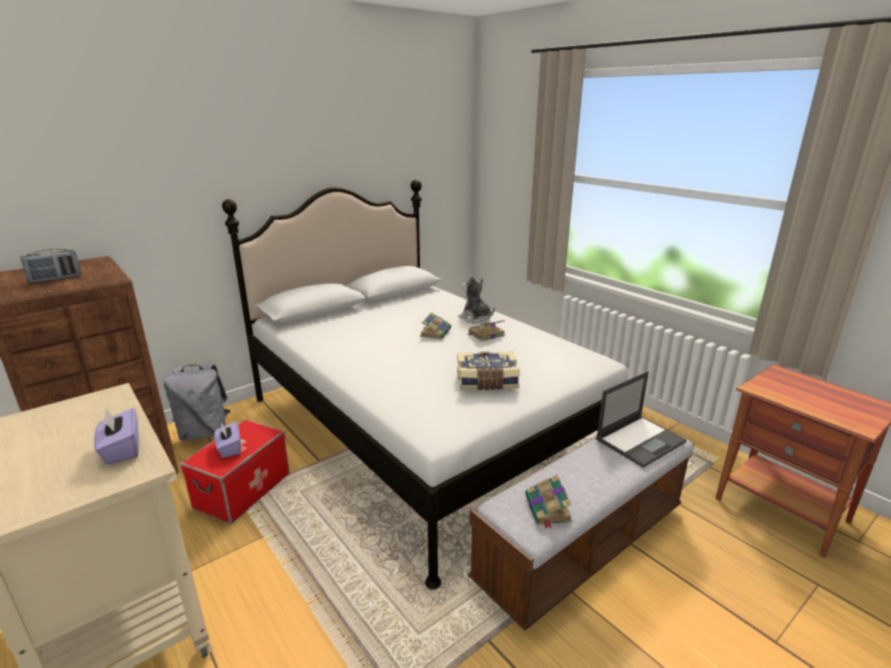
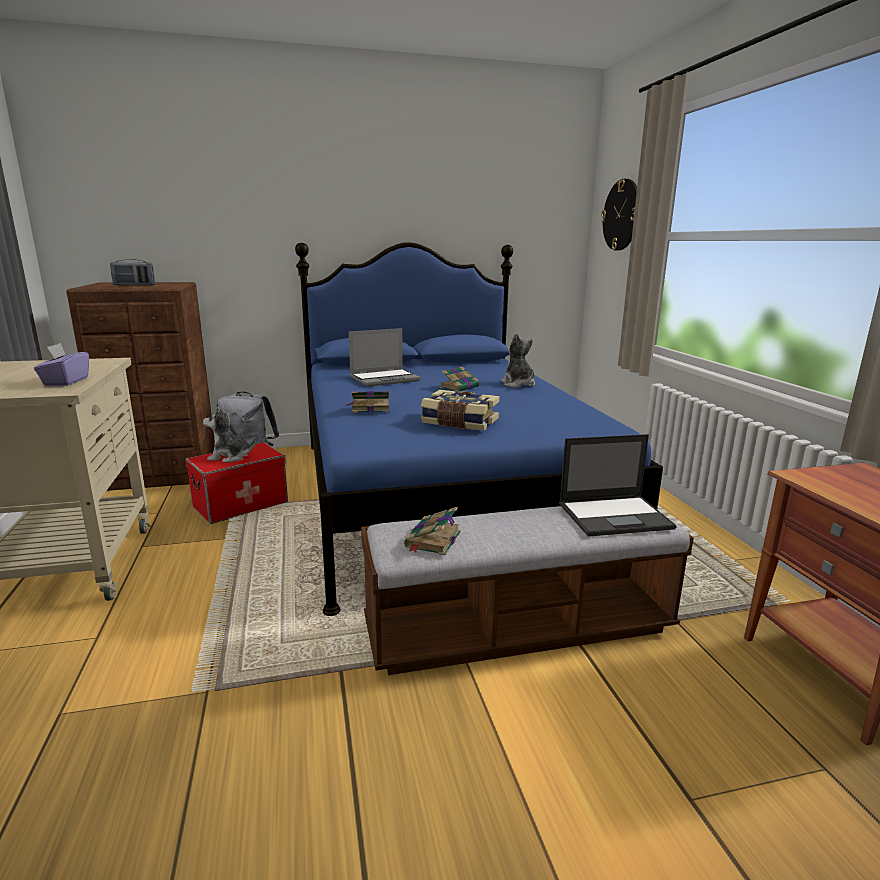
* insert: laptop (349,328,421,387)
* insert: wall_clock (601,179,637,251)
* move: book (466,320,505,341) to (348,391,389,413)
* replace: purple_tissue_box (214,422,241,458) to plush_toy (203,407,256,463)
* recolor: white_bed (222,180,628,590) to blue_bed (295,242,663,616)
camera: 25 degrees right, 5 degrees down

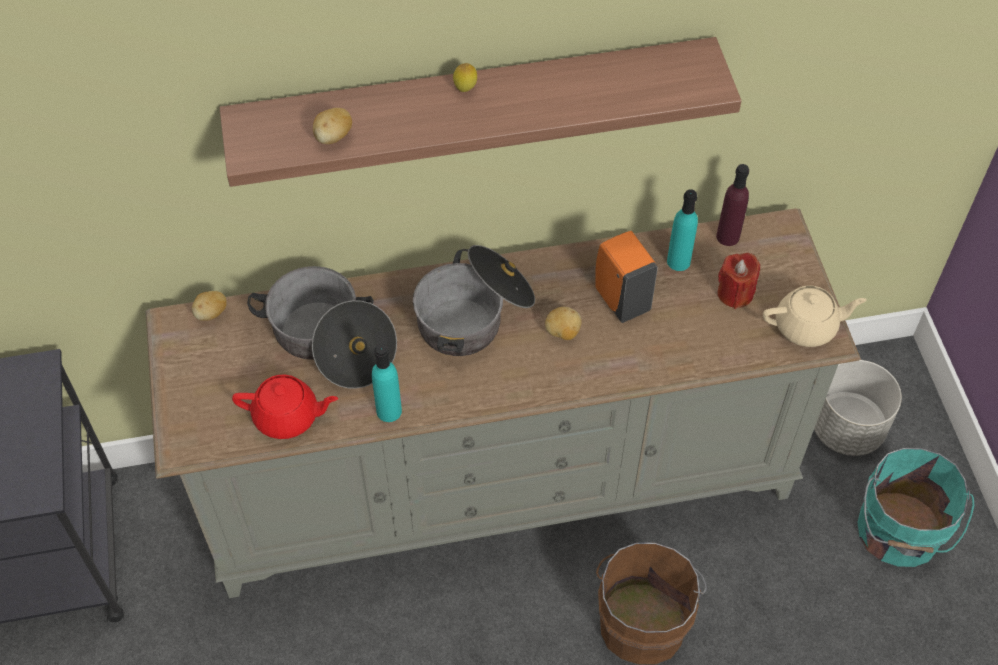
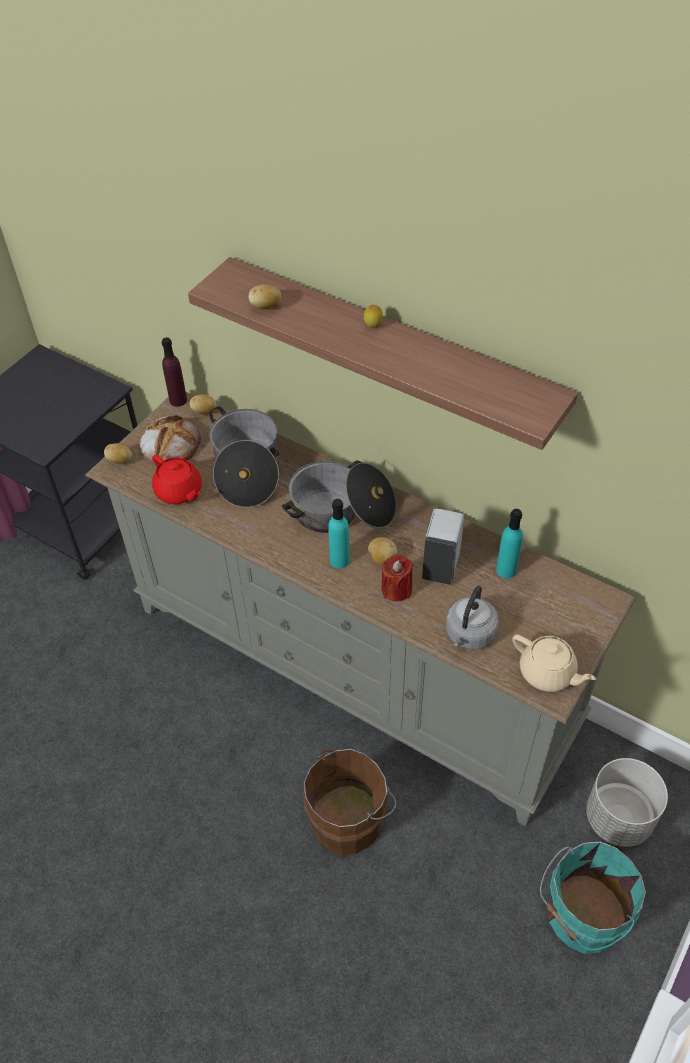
* insert: potato (104,443,132,464)
* insert: bread (140,415,201,462)
* insert: grey_kettle (446,586,499,649)
* move: turquoise_bottle (372,344,402,422) to (328,499,350,569)
* move: purple_bottle (716,164,749,246) to (162,337,187,407)
* move: red_candle (717,253,760,309) to (381,554,413,602)
* recolor: orange_soap_dispenser (595,231,658,323) to white_soap_dispenser (422,509,464,585)
camera: 45 degrees right, 5 degrees down

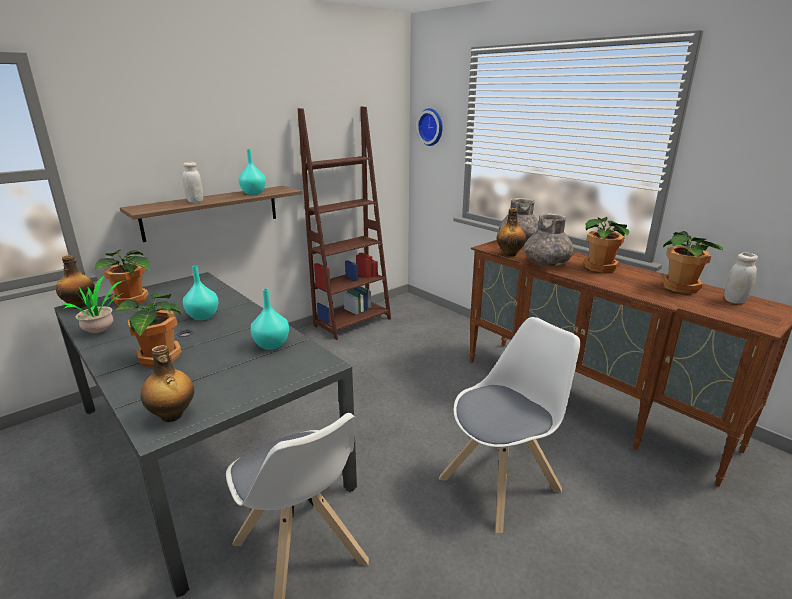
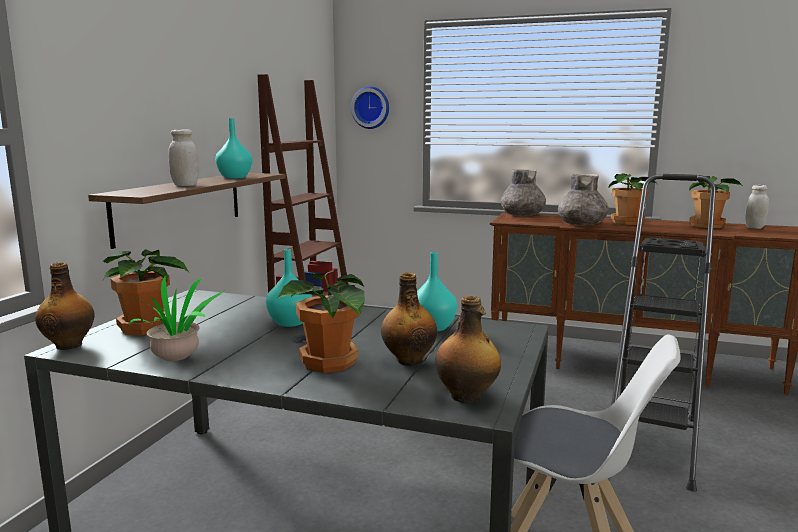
* move: bottle (497,208,526,256) to (381,273,437,366)
* replace: chair (439,317,581,533) to step_ladder (611,174,716,492)
camera: 30 degrees left, 10 degrees down

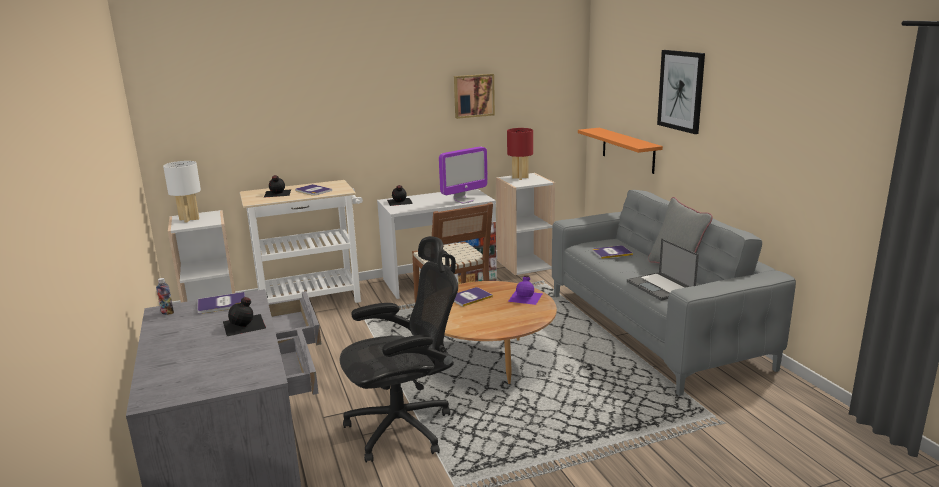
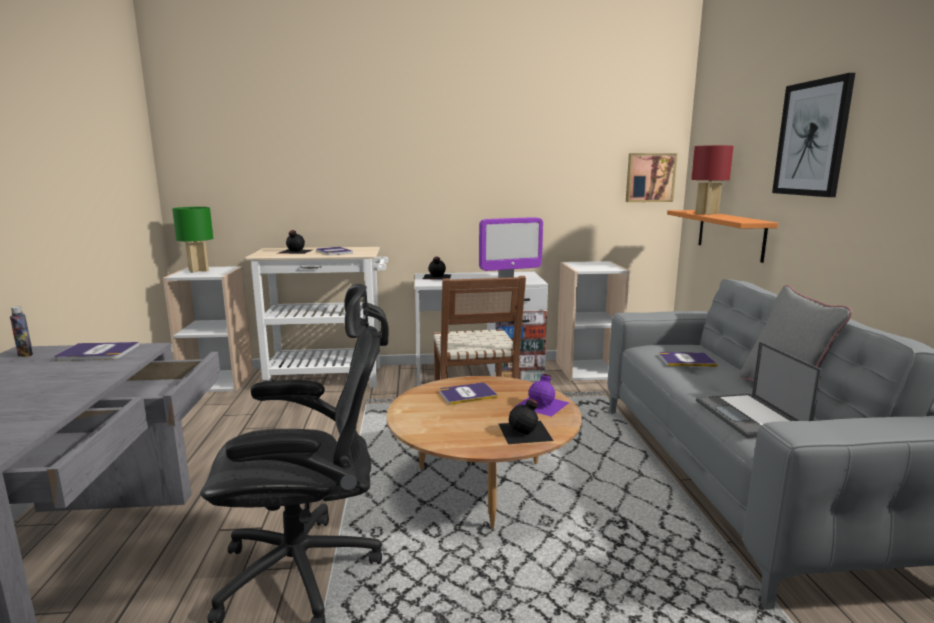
* move: black_bottle (223,297,266,336) to (499,398,554,444)
* move: picture (454,74,495,119) to (626,153,677,202)
* move: red_table_lamp (507,128,533,180) to (691,145,733,215)
* recolor: white_table_lamp (163,161,201,223) to green_table_lamp (172,207,213,273)
camera: 15 degrees right, 5 degrees down

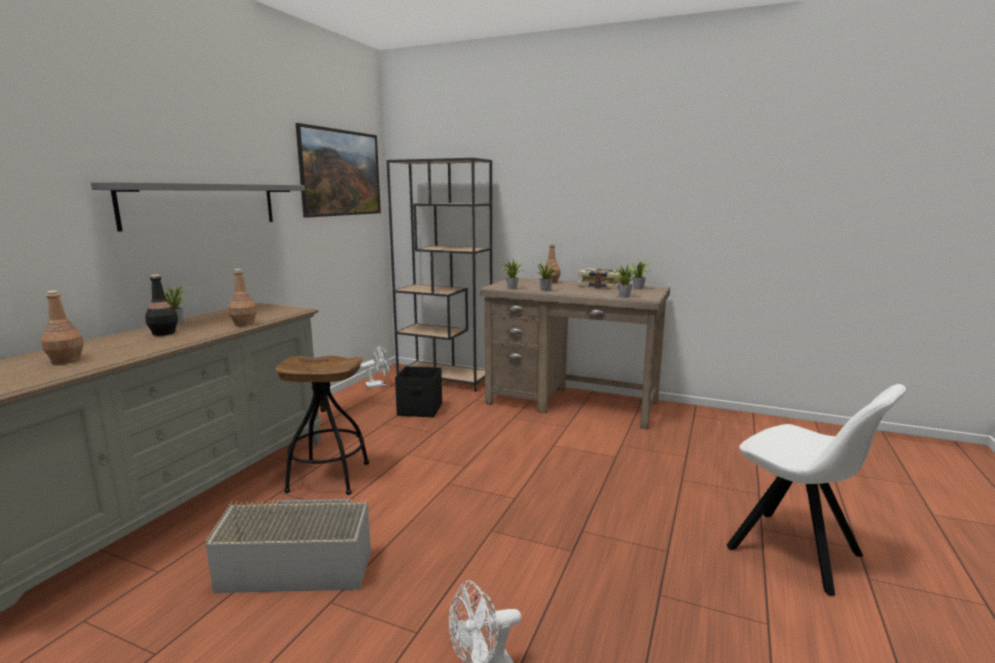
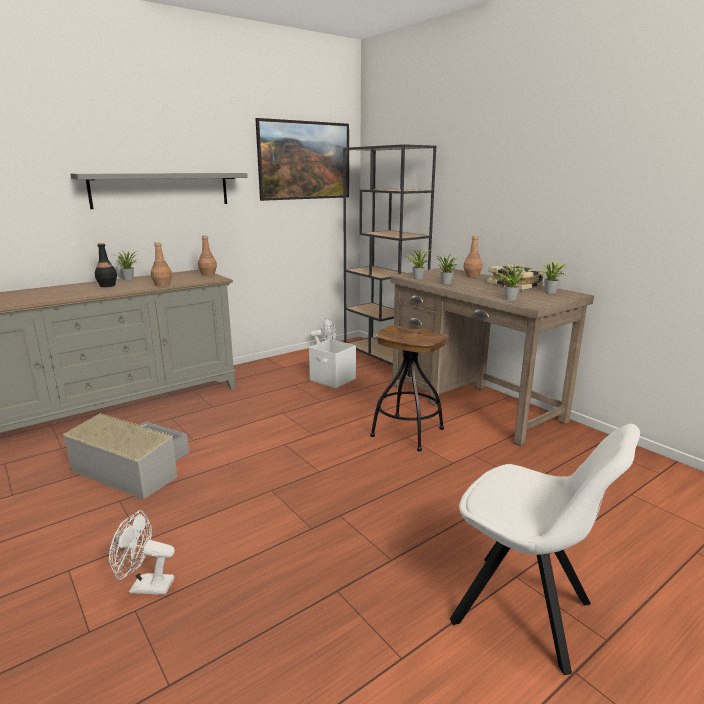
* move: brown_bottle (41,290,84,364) to (198,235,217,276)
* move: brown_stool (275,356,369,495) to (370,325,449,452)
* recolor: black_storage_box (395,366,442,417) to white_storage_box (309,339,356,388)
* rotate: white_chair (726,384,906,596) = (450,424,640,675) 45 degrees counterclockwise
camera: 30 degrees right, 5 degrees up

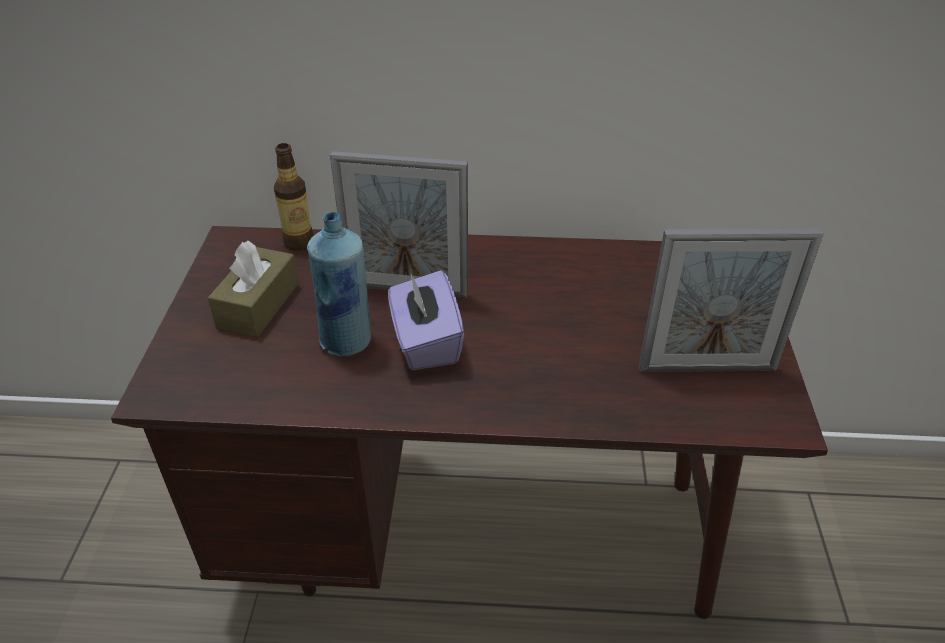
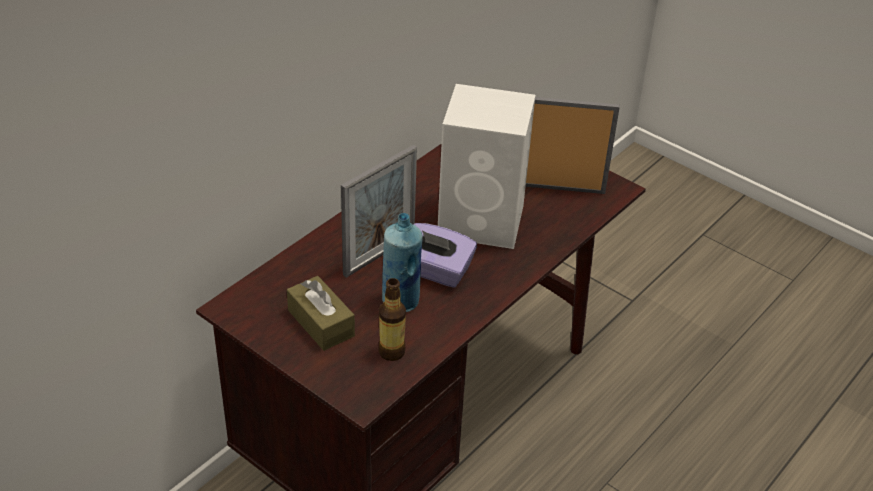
* insert: white_speaker (438,84,536,249)
* move: bottle (274,143,314,251) to (378,278,406,361)
* rotate: picture_frame (638,229,824,372) = (526,97,620,194) 120 degrees counterclockwise
camera: 55 degrees left, 0 degrees up

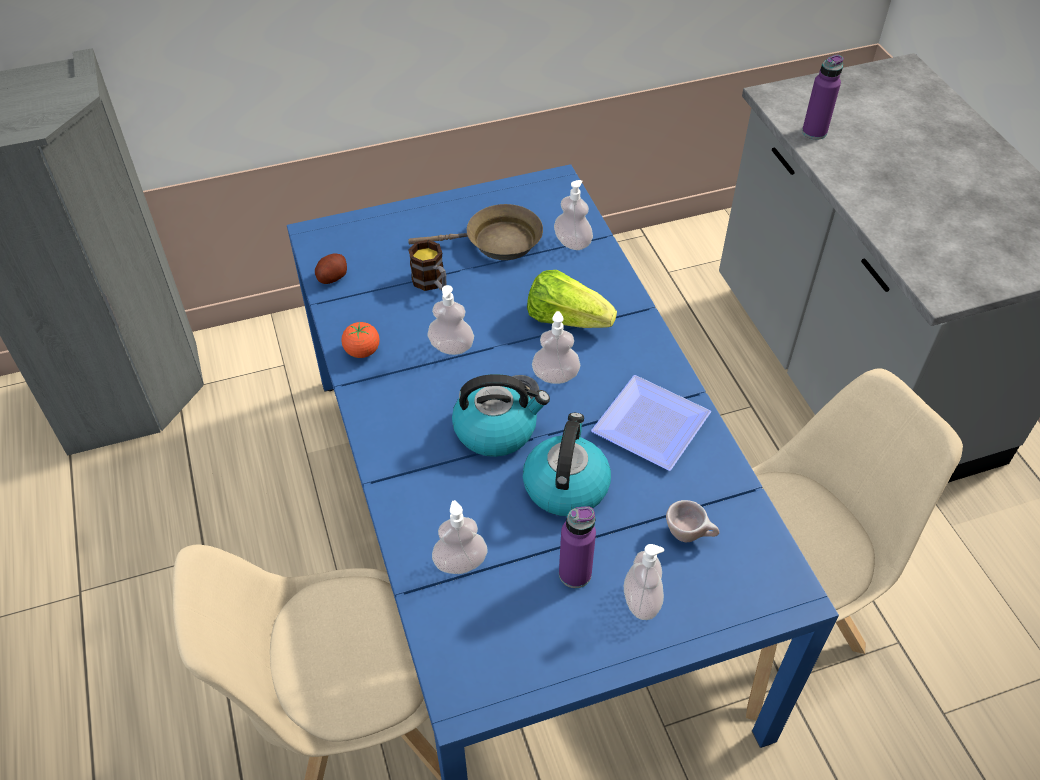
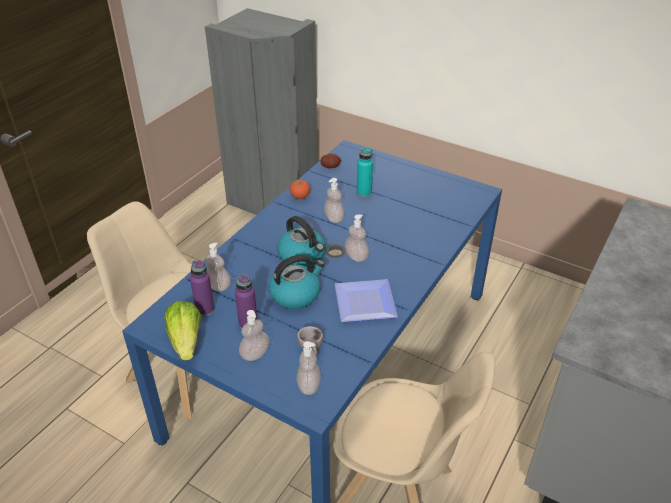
* delete: brown_frying_pan (408,204,543,260)
* move: lettuce (527,270,617,328) to (164,301,201,360)
* move: soap_dispenser (554,180,593,250) to (296,341,321,395)
* move: purple_bottle (802,55,844,140) to (190,260,215,316)
* replace: mug (409,240,447,291) to turquoise_bottle (357,148,373,197)
camera: 50 degrees right, 10 degrees down

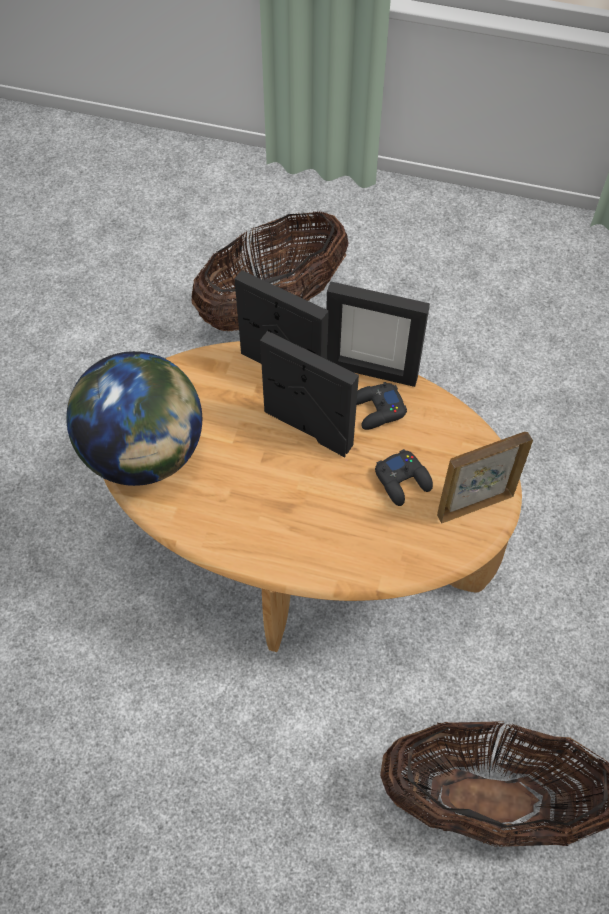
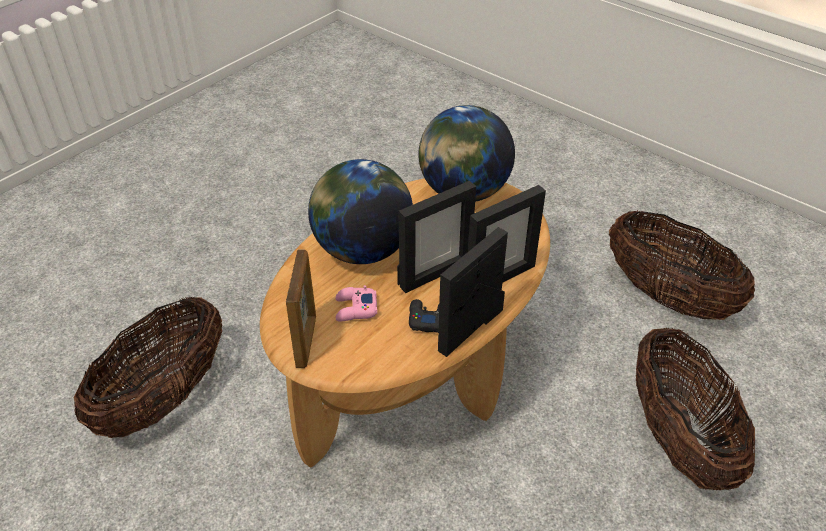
* insert: globe (308,159,413,264)
* insert: basket (609,210,755,320)
* recolor: black_game_controller (375,449,433,506) to pink_game_controller (336,285,377,322)
camera: 115 degrees right, 15 degrees down

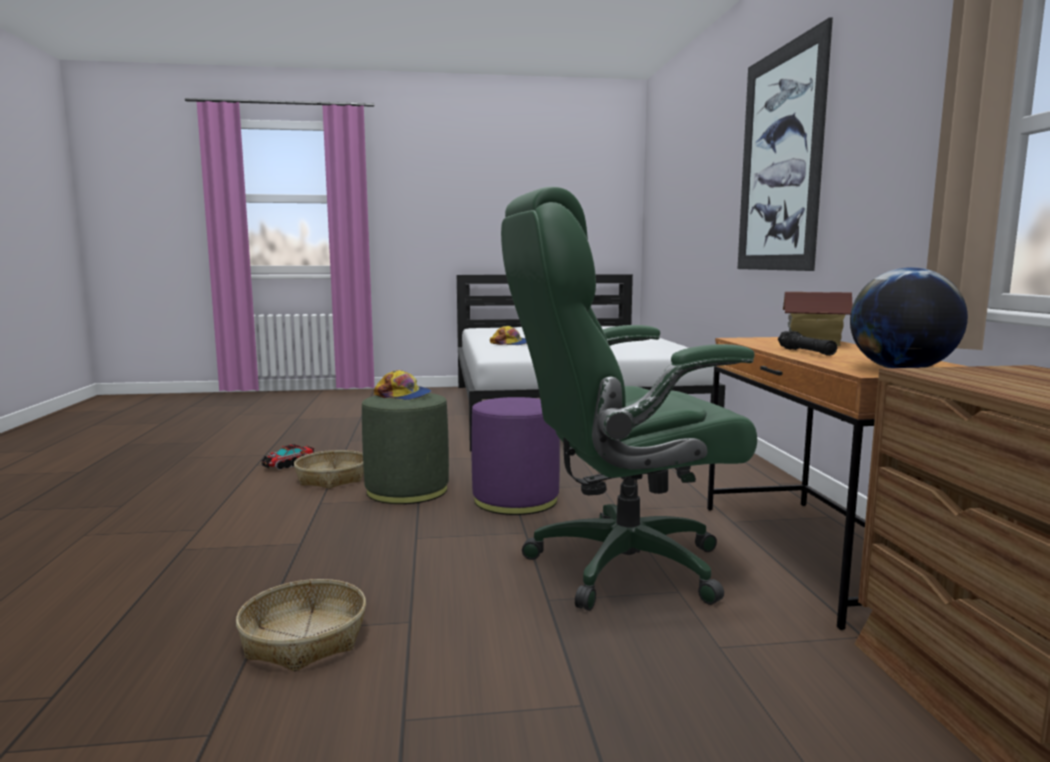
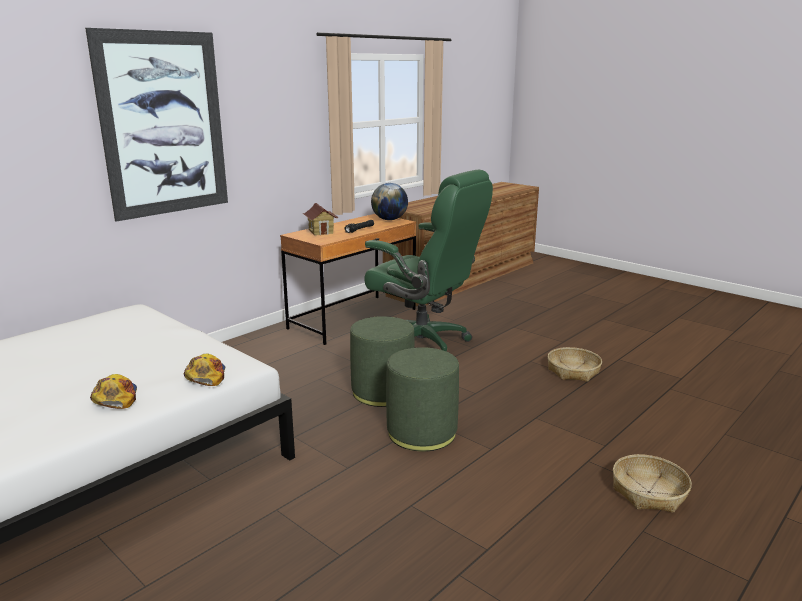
* delete: toy_truck (261,444,315,470)
* move: basket (294,450,364,489) to (613,454,692,513)
* move: cap (374,370,431,400) to (183,354,225,386)
* recolor: purple_ottoman (471,397,560,515) to green_ottoman (350,316,415,407)
camera: 130 degrees left, 10 degrees up

